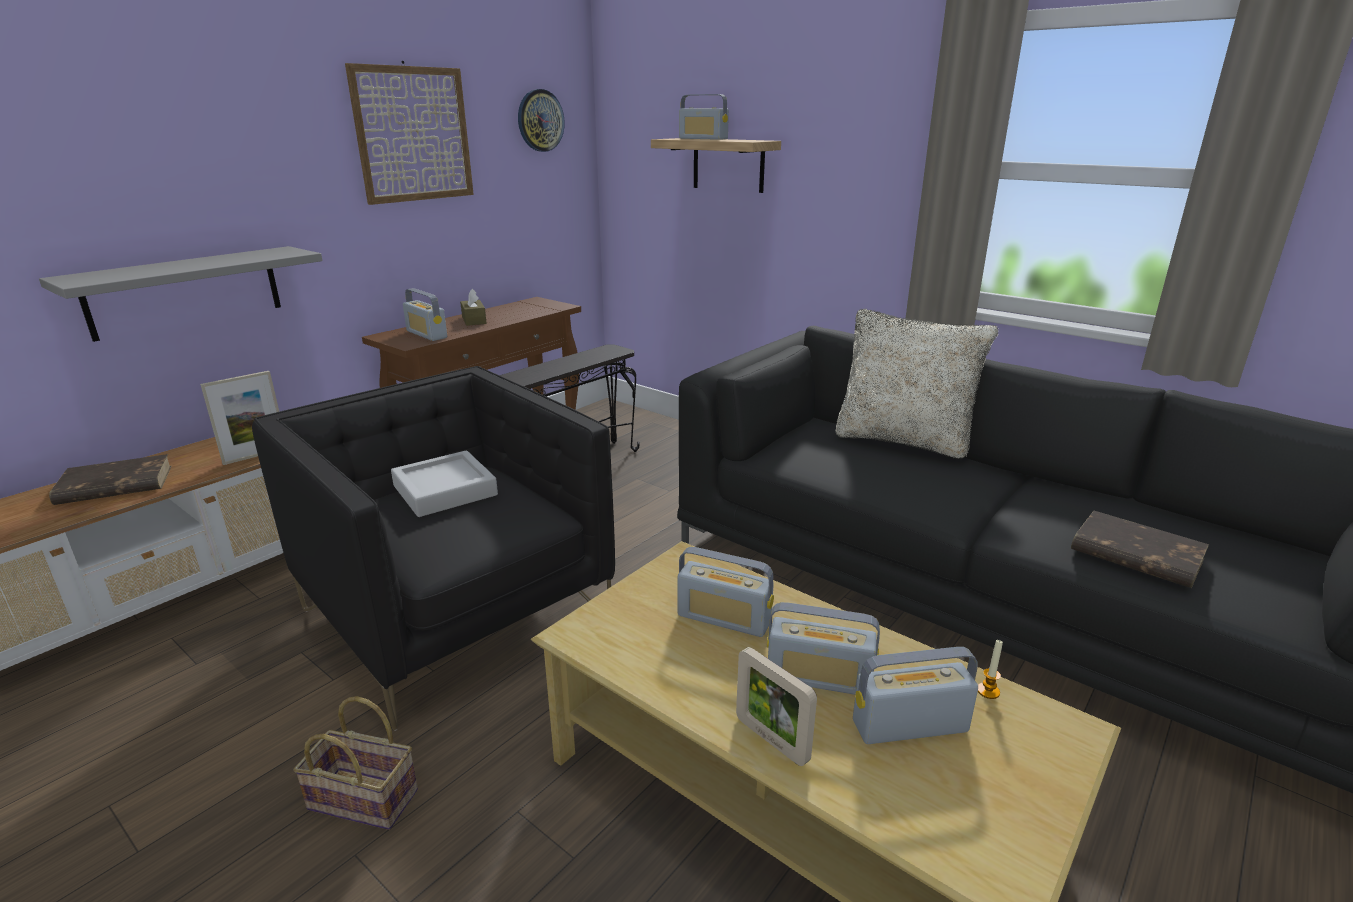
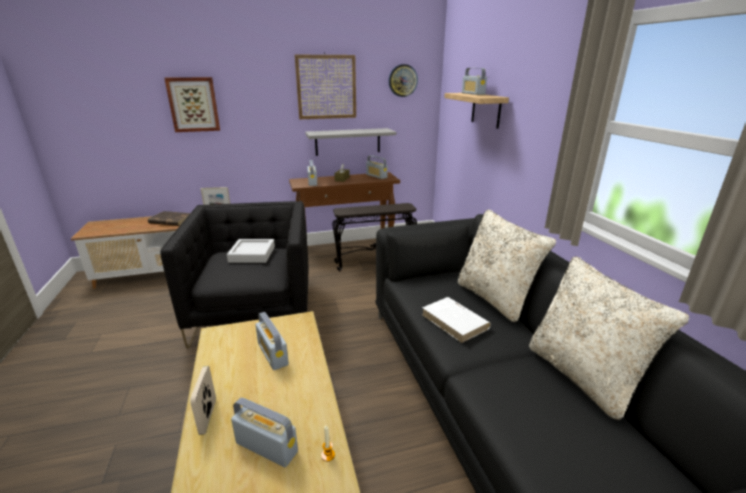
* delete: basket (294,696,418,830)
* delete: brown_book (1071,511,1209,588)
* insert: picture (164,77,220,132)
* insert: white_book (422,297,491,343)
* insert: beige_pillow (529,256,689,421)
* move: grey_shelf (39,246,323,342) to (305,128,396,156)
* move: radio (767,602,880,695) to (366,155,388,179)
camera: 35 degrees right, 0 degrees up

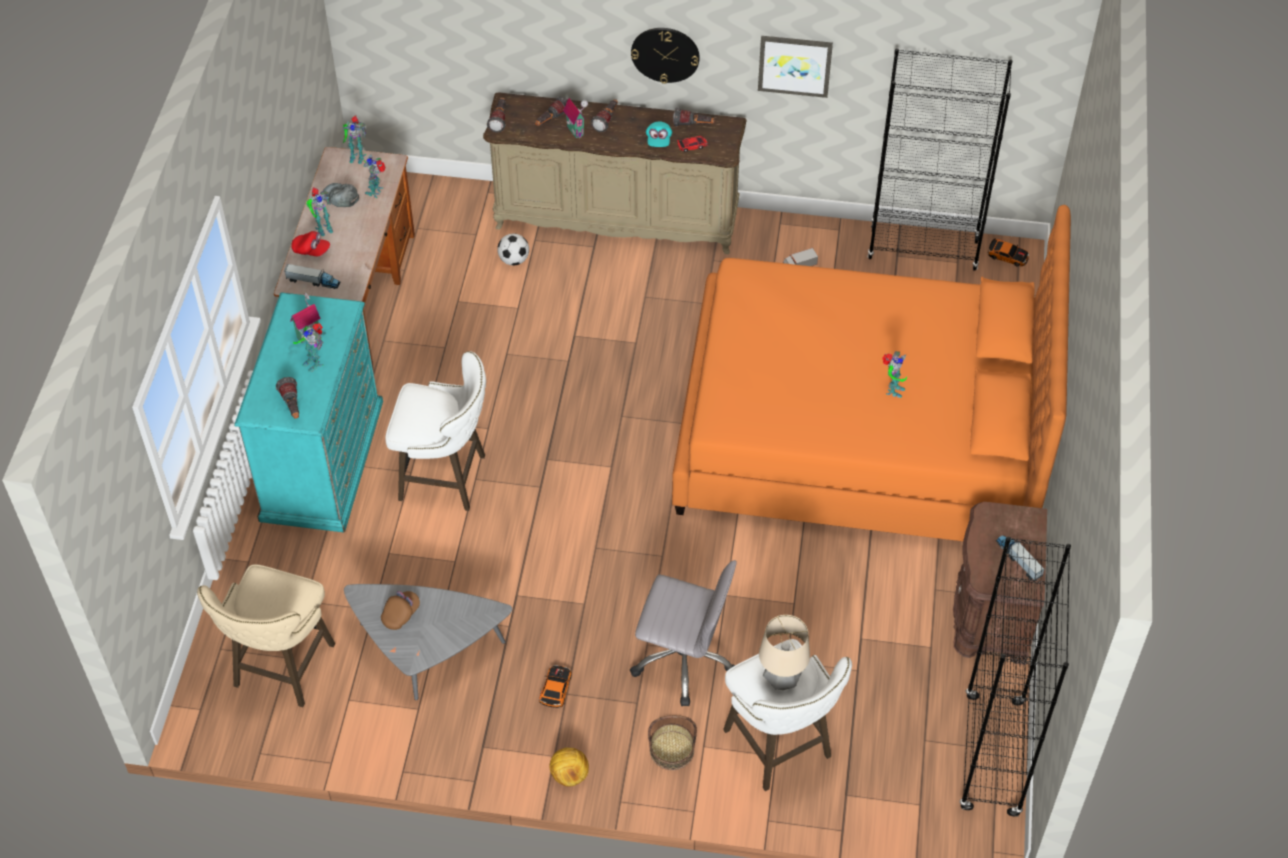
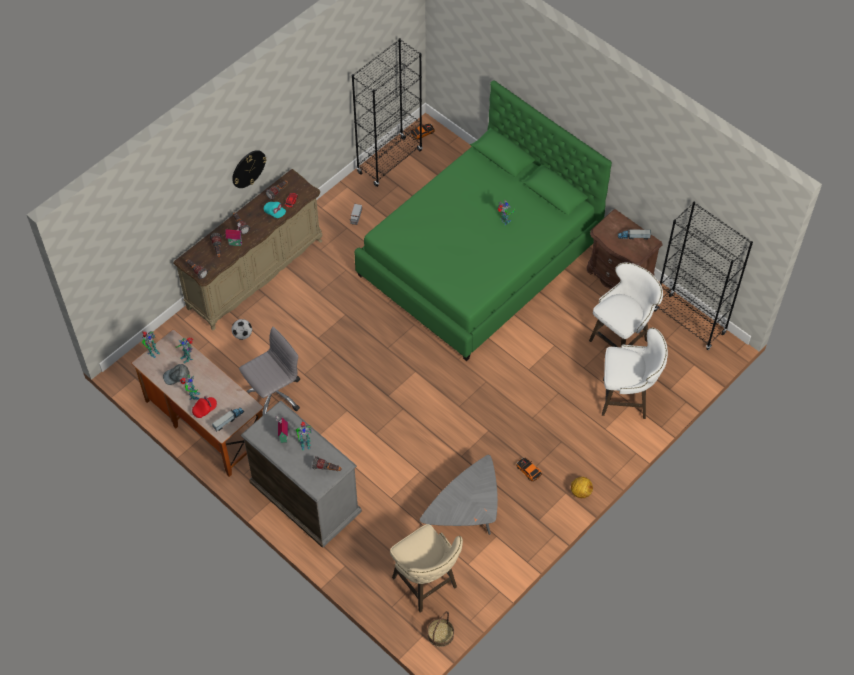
* delete: brown_cap (381,591,420,630)
* delete: picture (758,36,833,98)
* delete: table_lamp (759,615,810,690)
* move: white_stool (385,351,486,511) to (589,263,663,348)
* move: grey_office_chair (630,560,737,706) to (239,327,300,415)
* move: basket (648,715,697,770) to (427,611,454,647)
* recolor: turquoise_dresser (234,292,383,532) to grey_dresser (241,400,362,548)
* recolor: orange_bed (672,205,1071,541) to green_bed (355,80,612,361)
camera: 55 degrees left, 5 degrees up

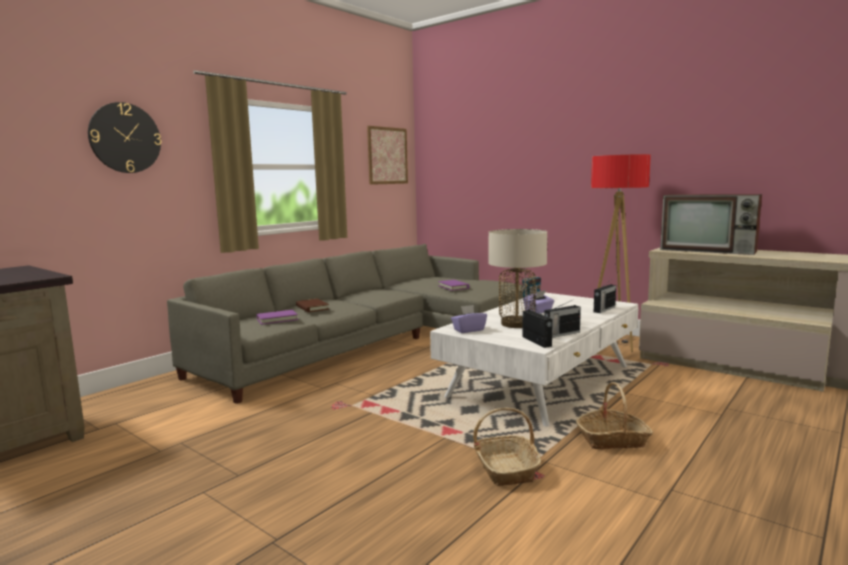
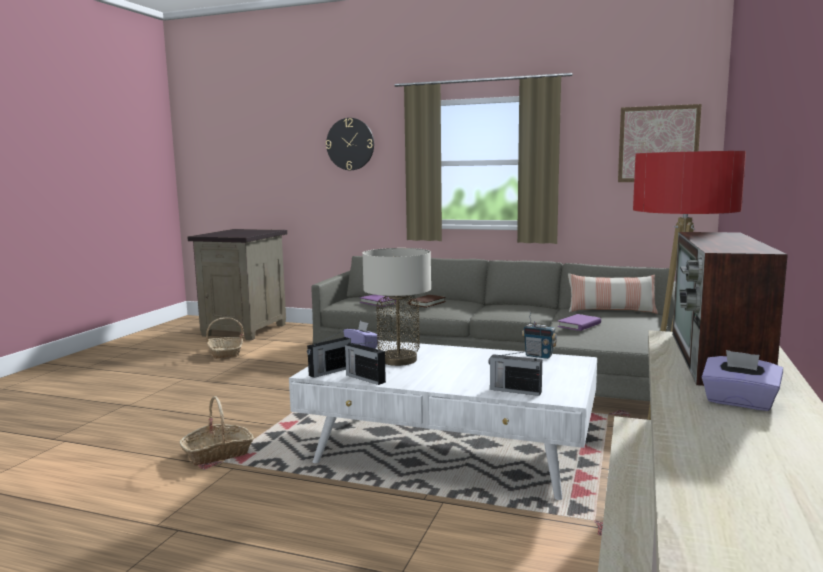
* insert: pillow (568,273,658,314)
* move: purple_tissue_box (523,290,554,314) to (702,350,783,411)
* move: basket (576,382,653,449) to (206,317,244,359)
camera: 70 degrees right, 0 degrees up

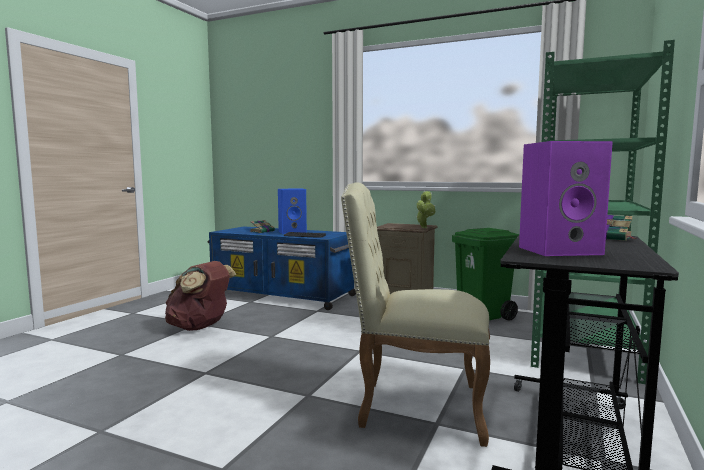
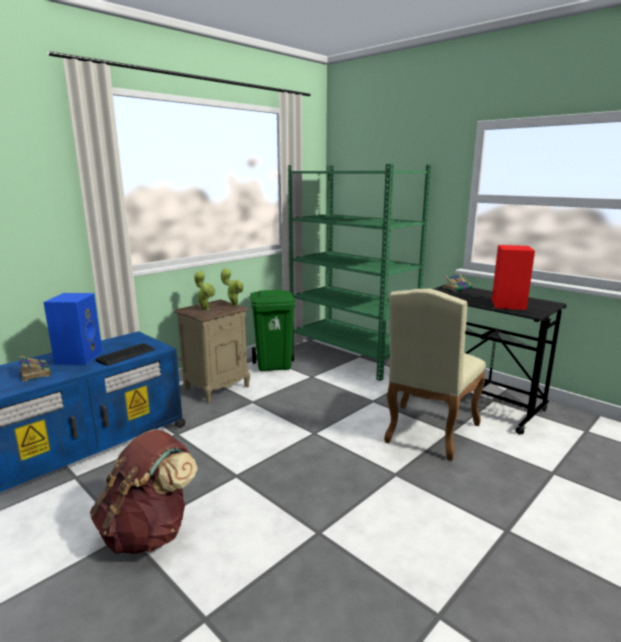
* insert: potted_plant (194,271,215,310)
* recolor: purple_speaker (519,141,613,256) to red_speaker (492,245,535,310)
camera: 70 degrees left, 10 degrees up

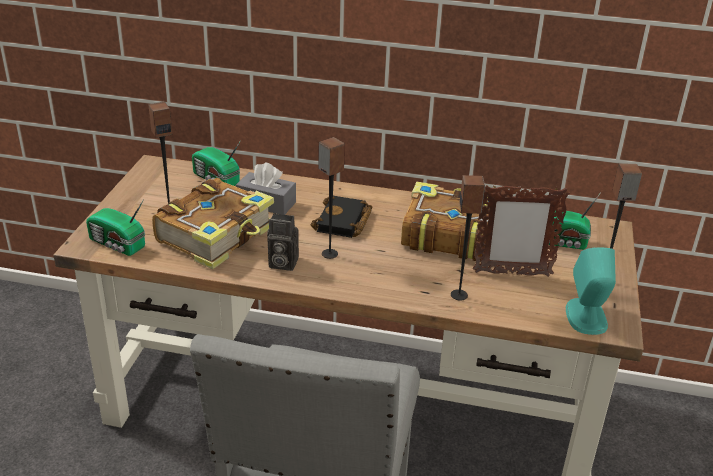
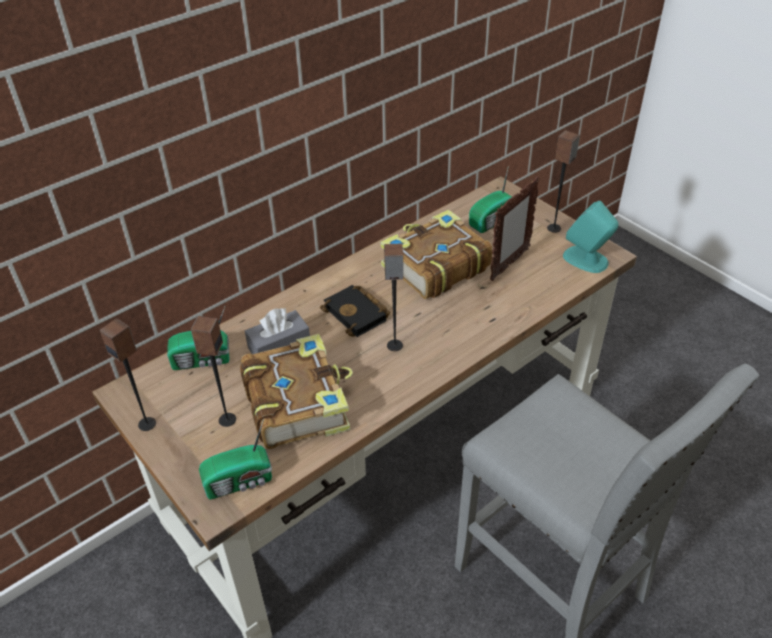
* delete: photo_camera (267,213,299,271)
* move: speaker (451,175,485,300) to (100,318,156,431)
camera: 50 degrees left, 10 degrees up

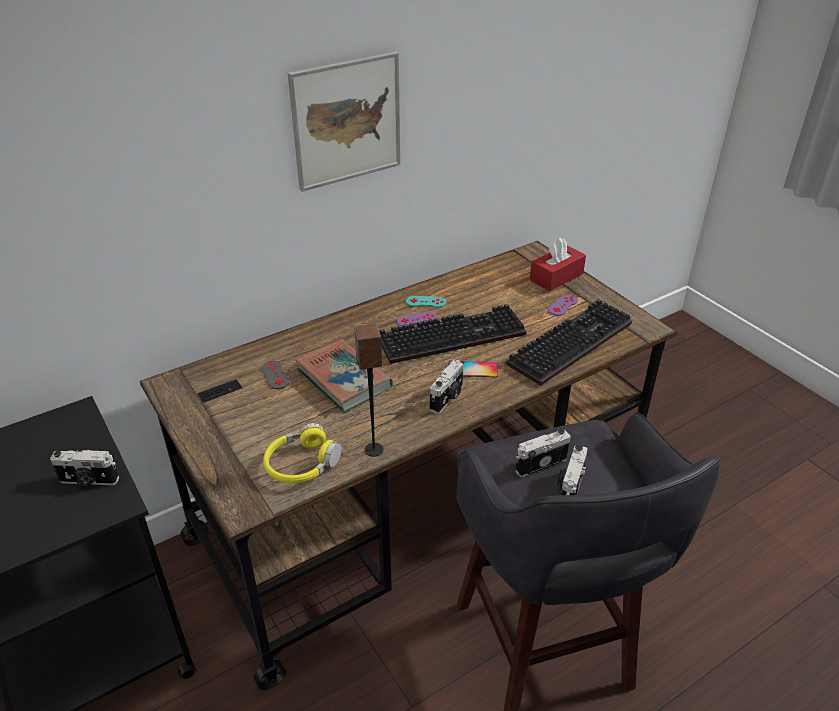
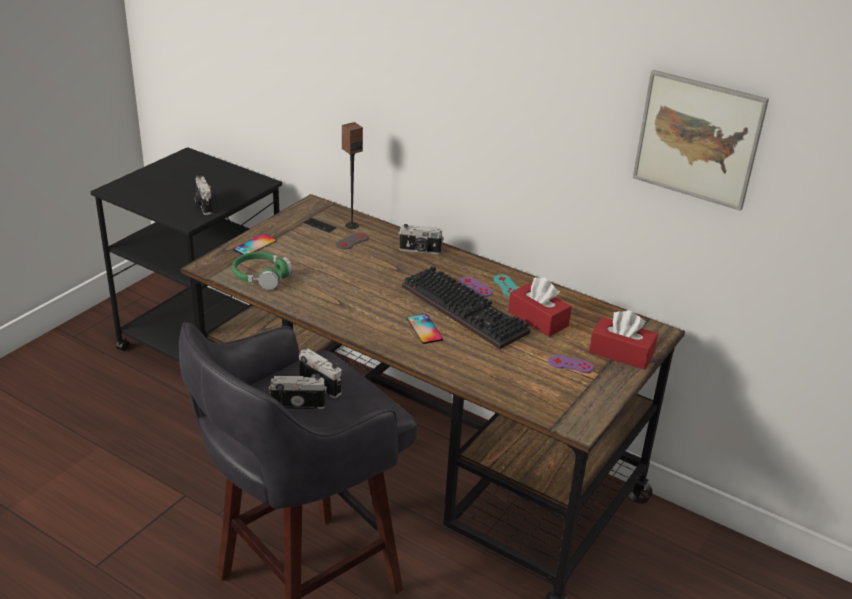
* delete: book (295,339,393,412)
* delete: keyboard (506,299,632,386)
* insert: phone (233,234,277,255)
* insert: red_tissue_box (508,277,572,337)
* move: picture (288,51,401,192) to (633,70,769,211)
* move: speaker (354,324,384,457) to (342,122,363,229)
* move: photo_camera (430,360,464,414) to (398,224,444,254)
* recolor: yellow_headphones (263,423,342,484) to green_headphones (232,252,293,290)
camera: 65 degrees right, 5 degrees down

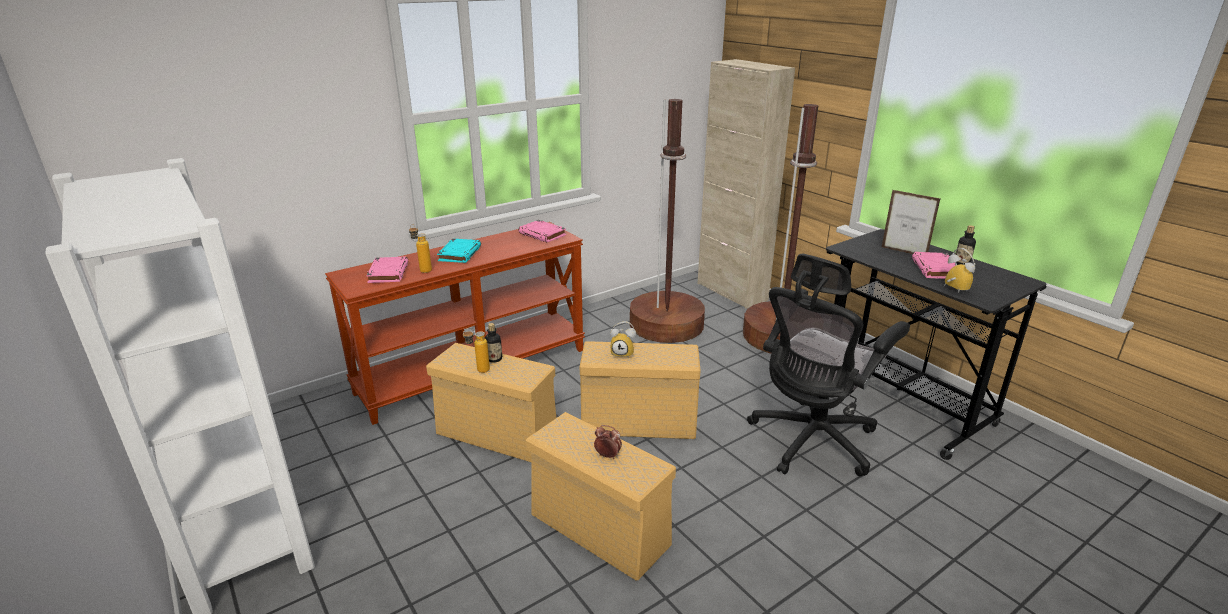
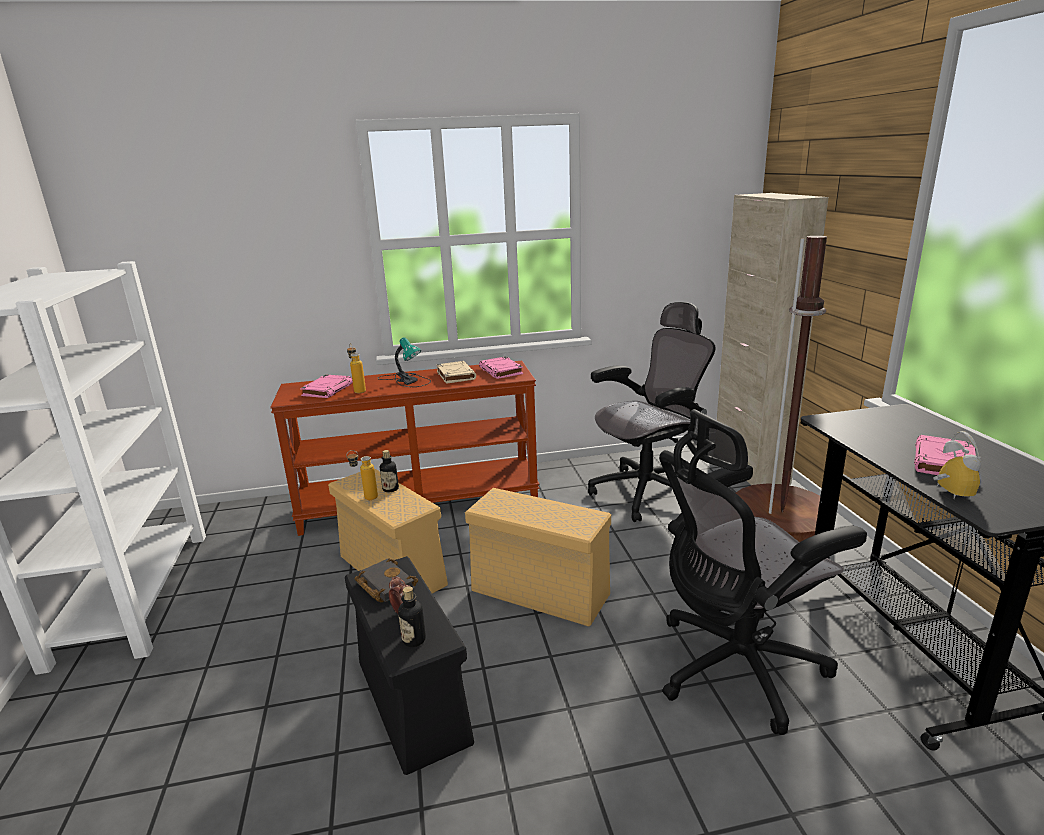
* delete: alarm_clock (610,321,636,357)
* delete: picture_frame (882,190,941,254)
* insert: black_book (355,559,418,602)
* insert: beige_book (436,361,476,384)
* move: bottle (956,225,976,265) to (398,586,426,647)
* replace: turquoise_book (437,239,481,263) to table_lamp (377,337,431,387)
* replace: brown_floor_lamp (630,99,705,343) to office_chair (588,302,716,522)
* recolor: beige_storage_box (526,412,676,581) to black_storage_box (345,556,474,775)
camera: 25 degrees right, 5 degrees down

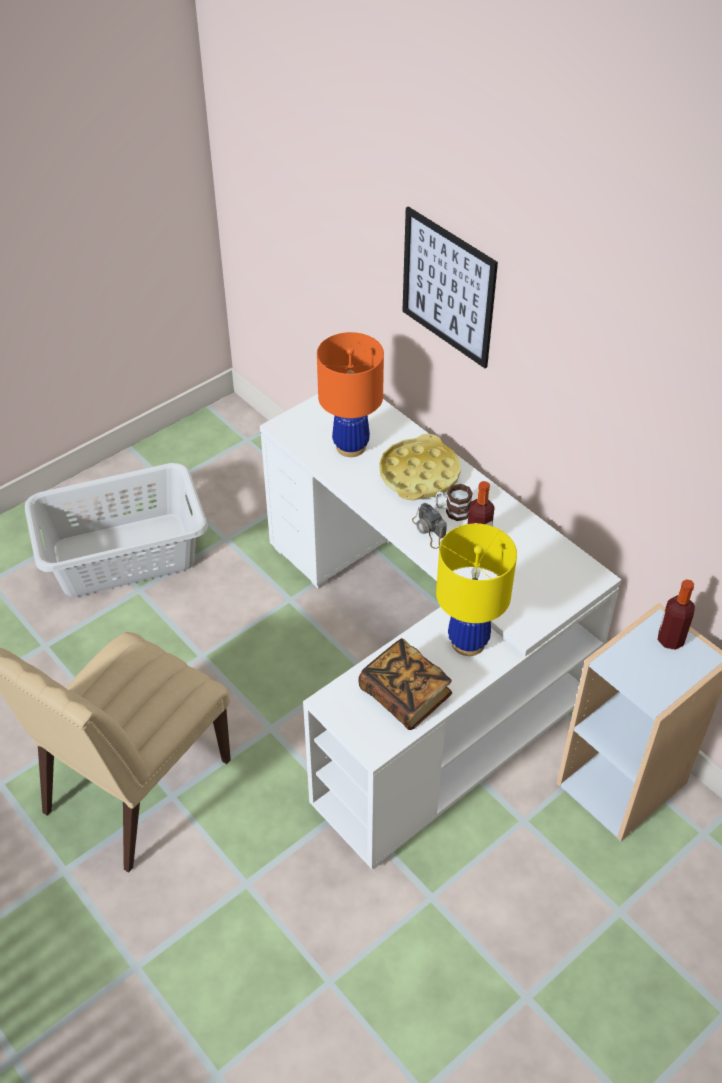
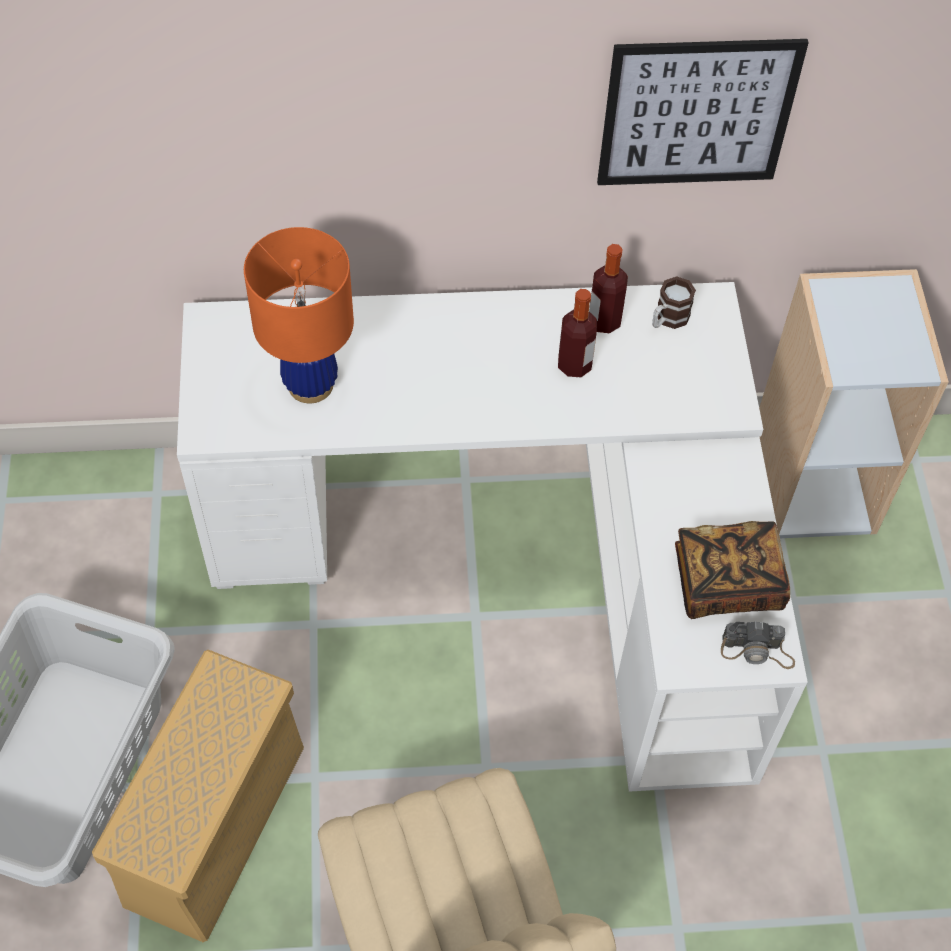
* delete: yellow_tray (379,434,461,501)
* delete: yellow_table_lamp (436,523,517,656)
* insert: beige_storage_box (92,650,304,942)
* move: picture (402,206,498,368) to (597,39,809,185)
* move: photo_camera (412,503,447,549) to (721,621,795,669)
* move: mug (435,484,473,521) to (652,276,696,329)
* move: bottle (657,579,695,650) to (589,244,628,333)
camera: 55 degrees left, 10 degrees up

